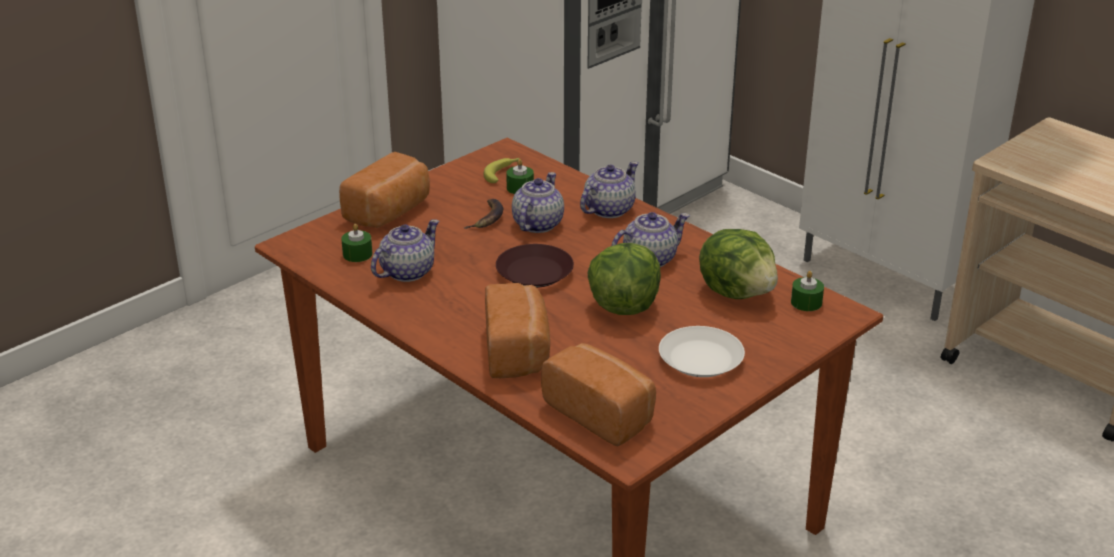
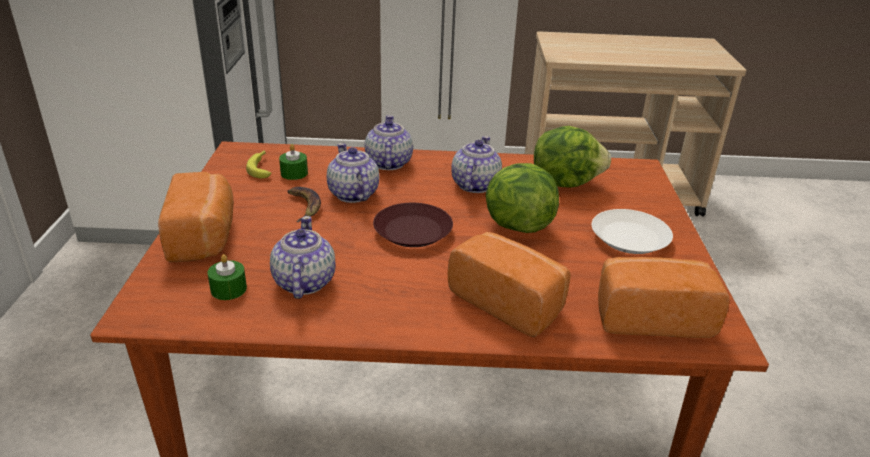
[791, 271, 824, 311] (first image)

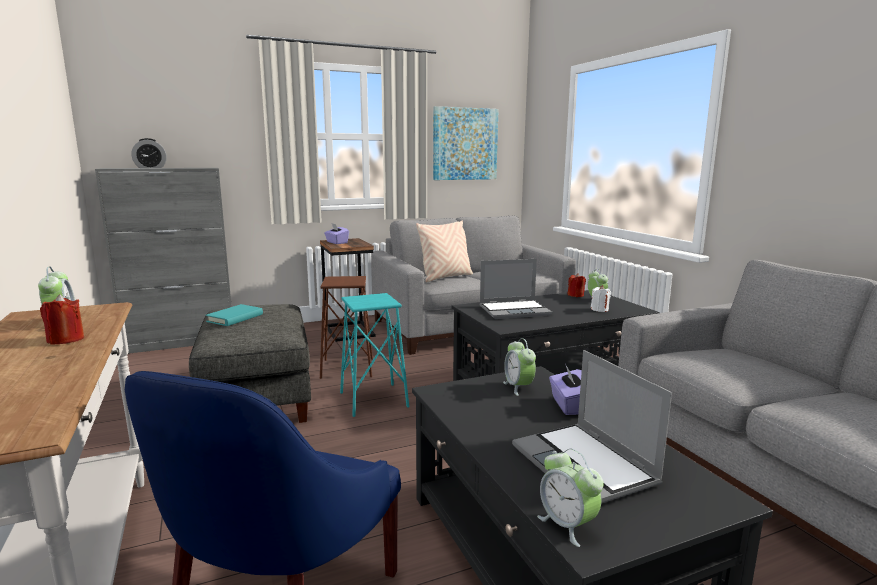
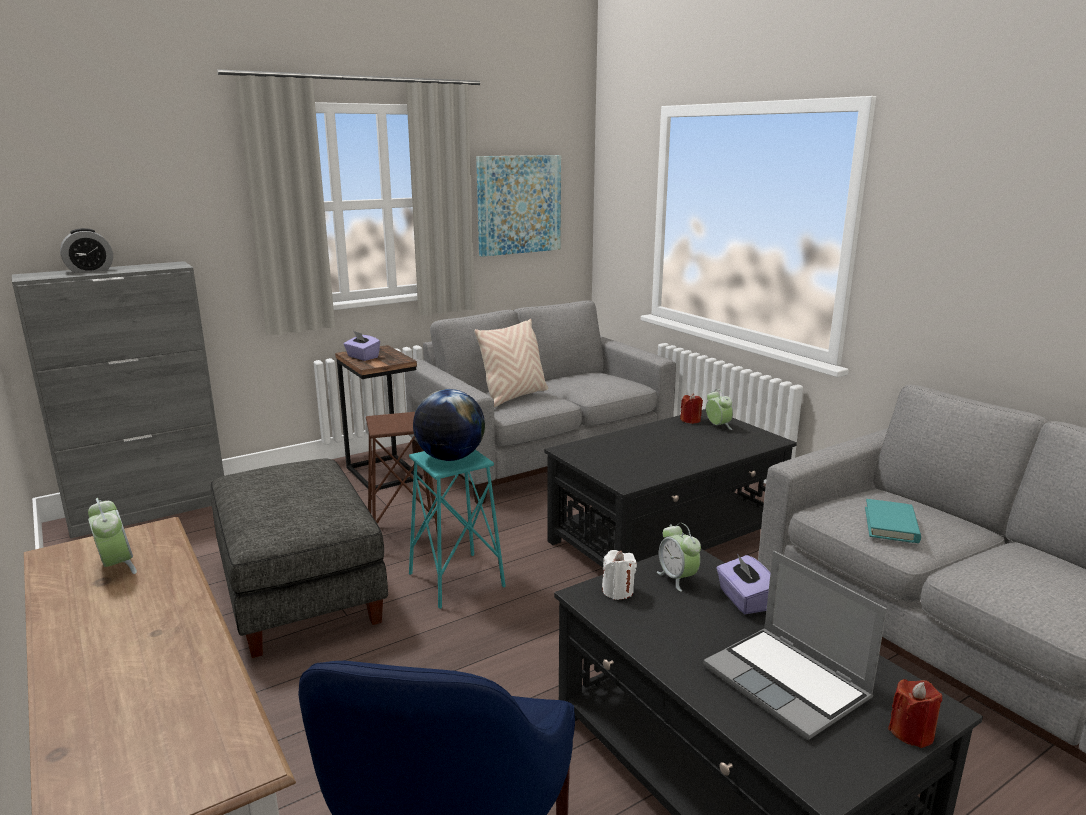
[480, 259, 552, 319] (first image)
[602, 550, 637, 600]
[888, 679, 942, 748]
[865, 499, 921, 543]
[537, 448, 604, 547] (first image)
[413, 389, 485, 461]

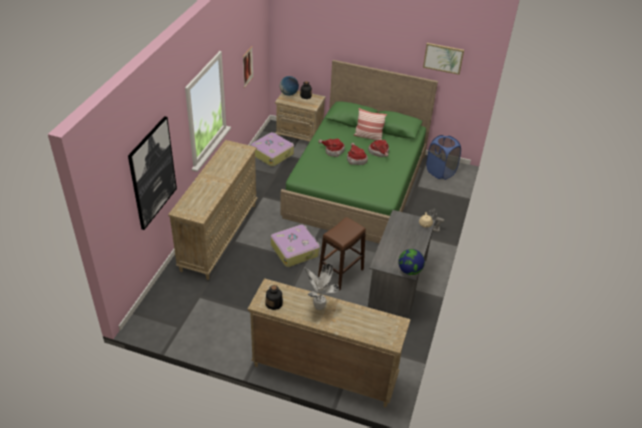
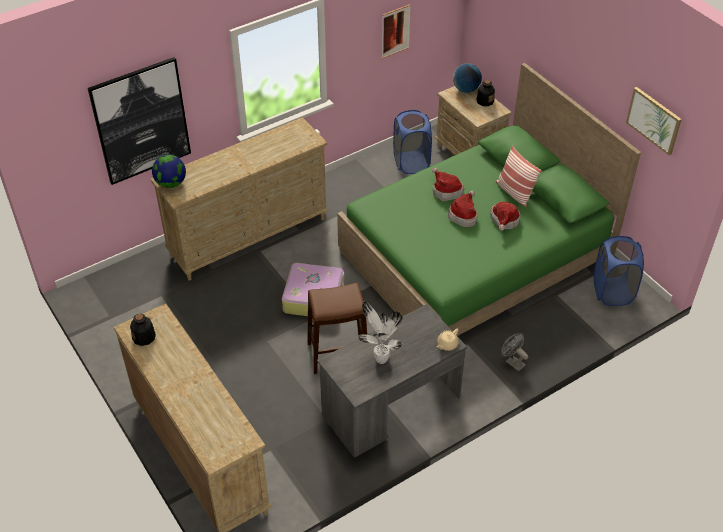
[393, 110, 432, 174]
[152, 155, 186, 188]
[358, 301, 402, 364]

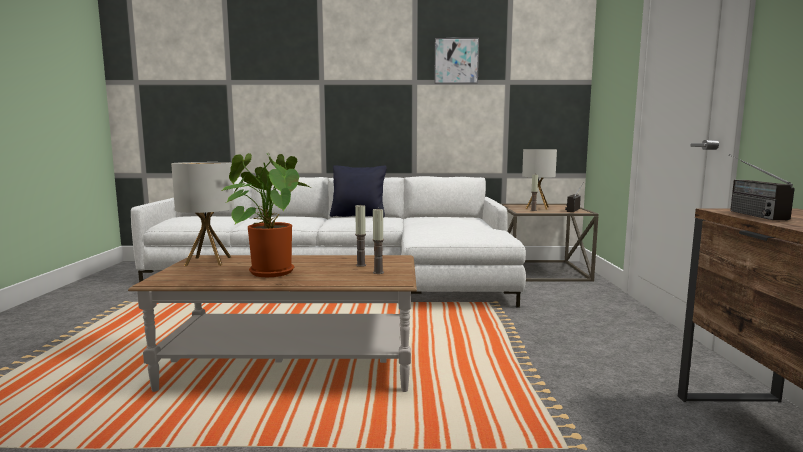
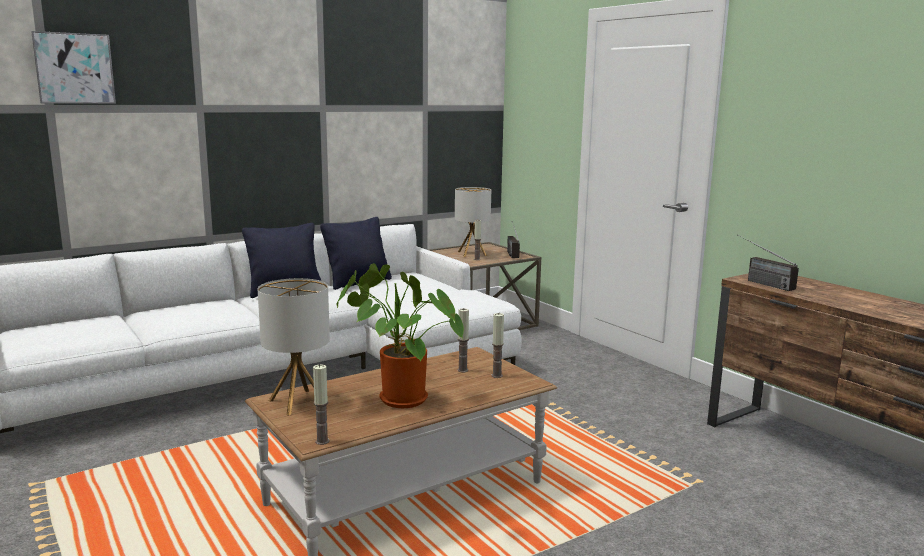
[31, 31, 116, 104]
[320, 217, 392, 290]
[313, 364, 329, 445]

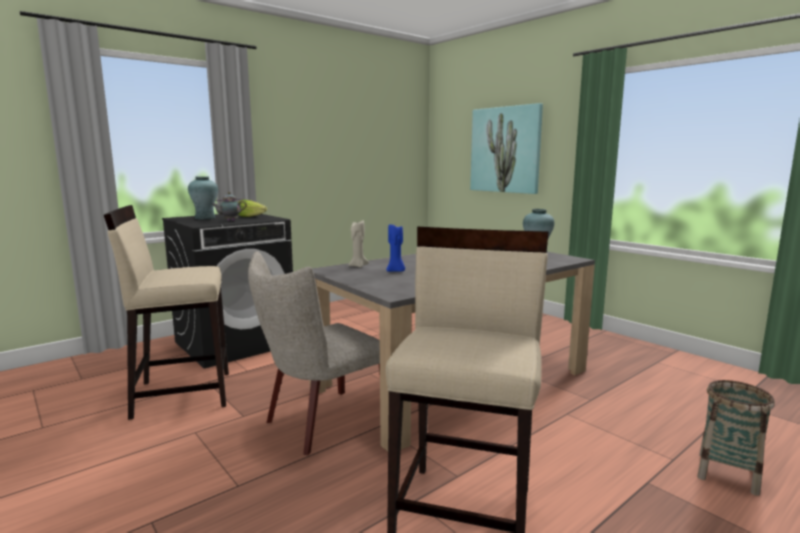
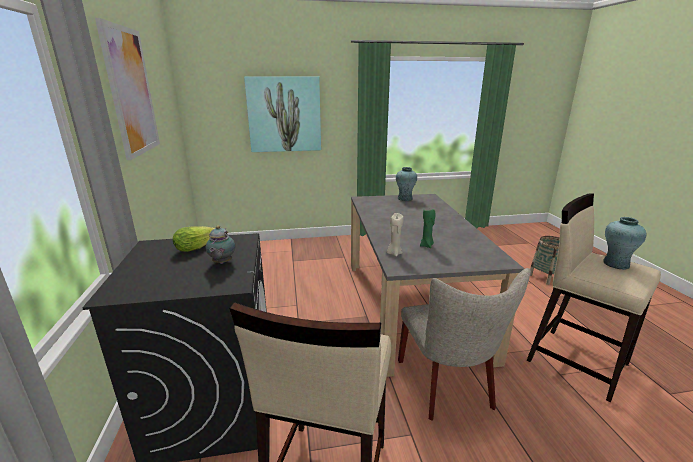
[603, 217, 646, 270]
[420, 209, 435, 248]
[95, 18, 160, 160]

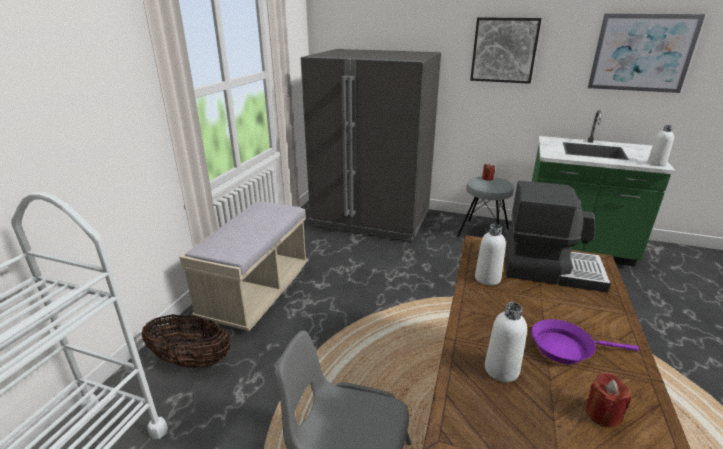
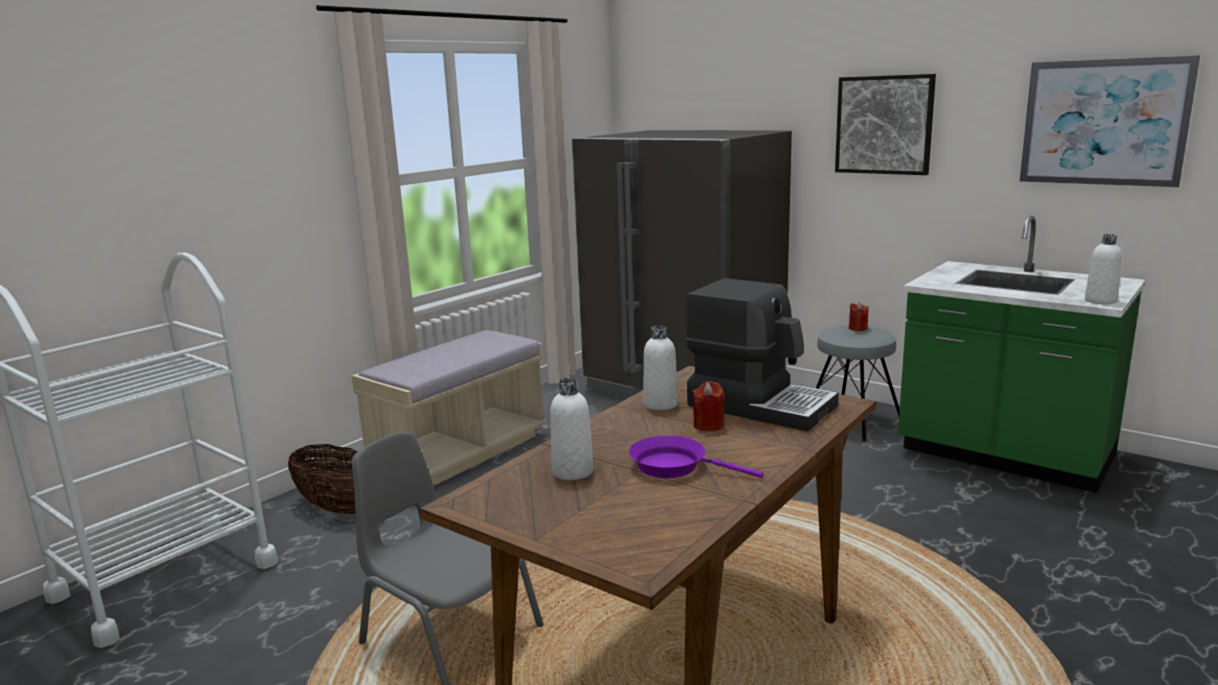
[692, 381, 725, 431]

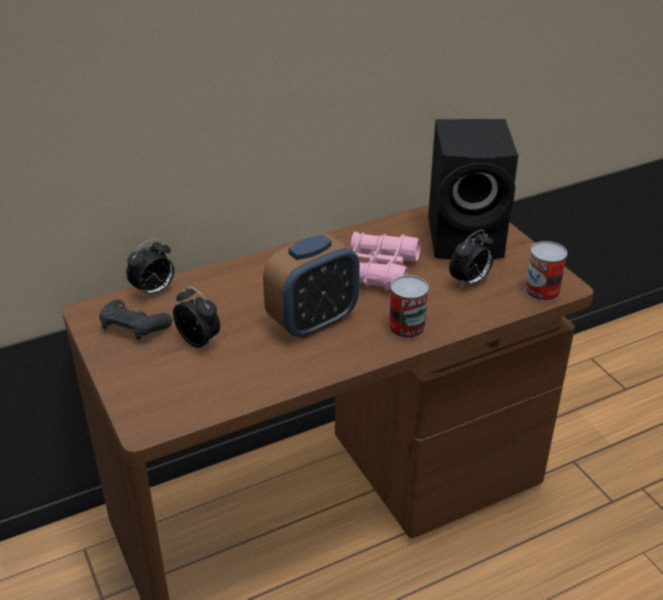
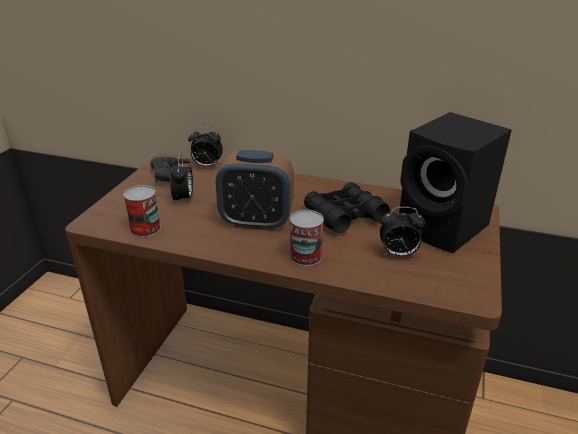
[304, 182, 390, 233]
[123, 185, 161, 237]

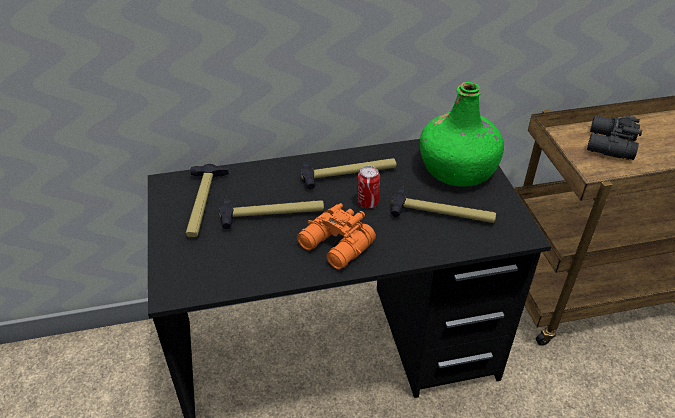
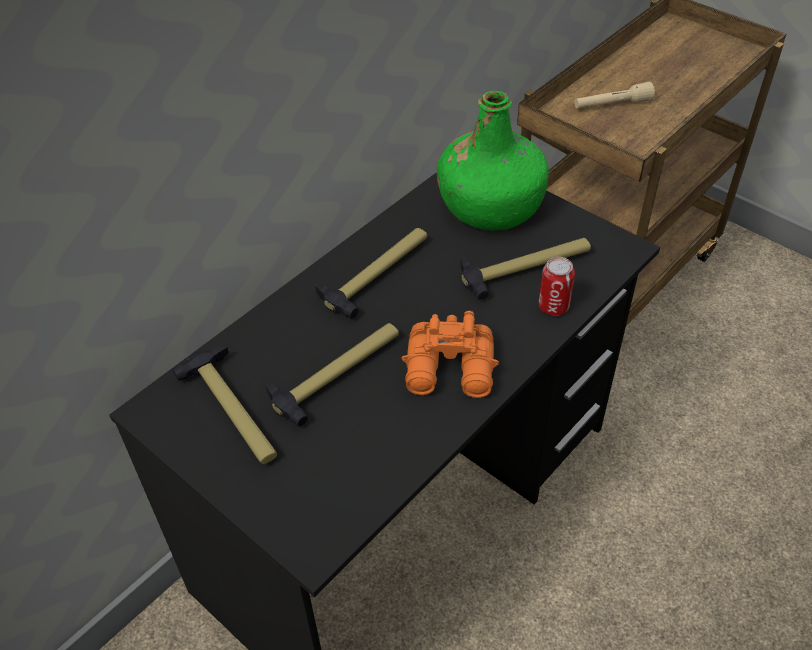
[574, 82, 655, 109]
[538, 257, 575, 316]

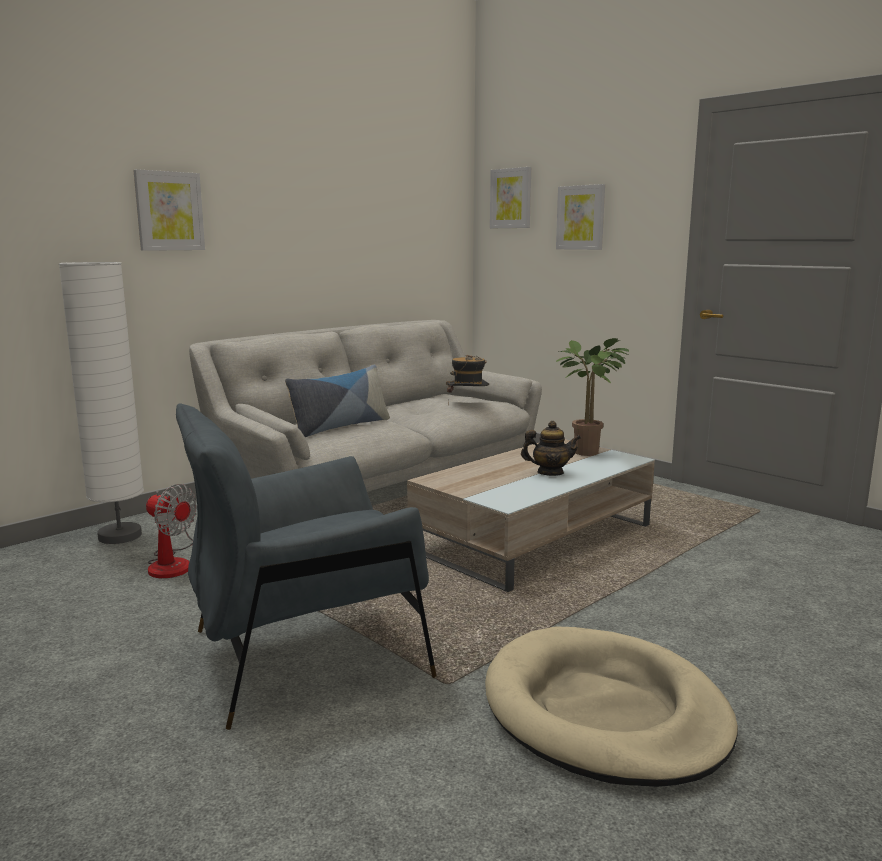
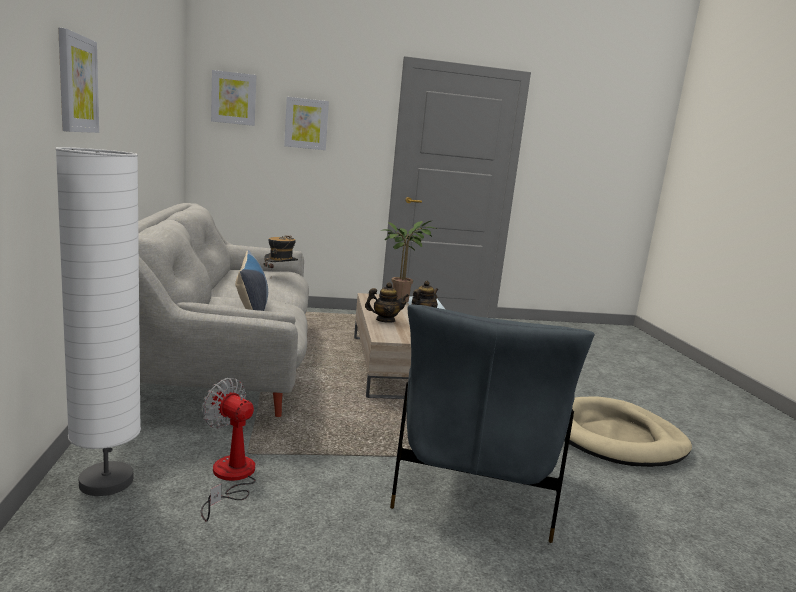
[201, 378, 256, 522]
[365, 282, 409, 323]

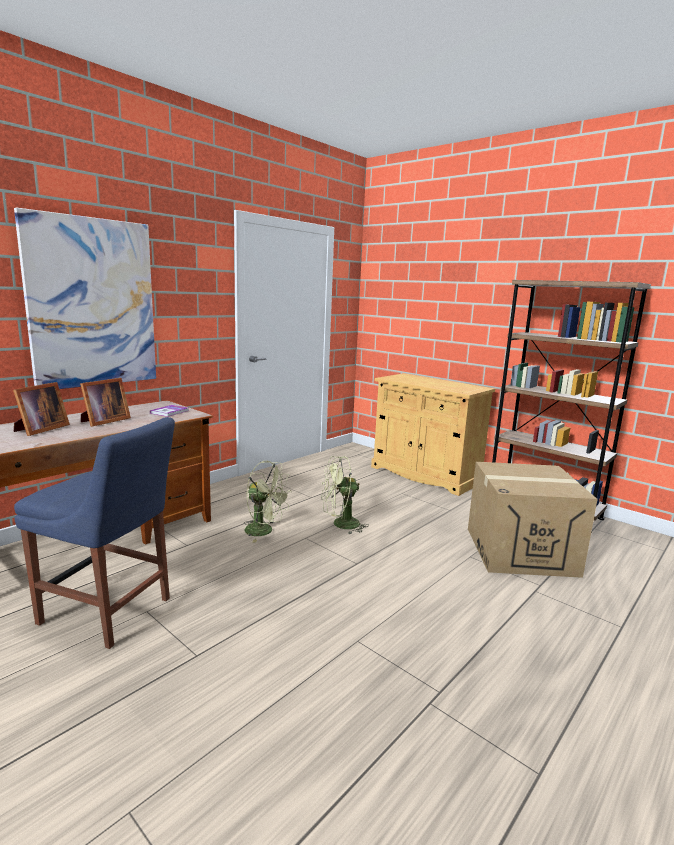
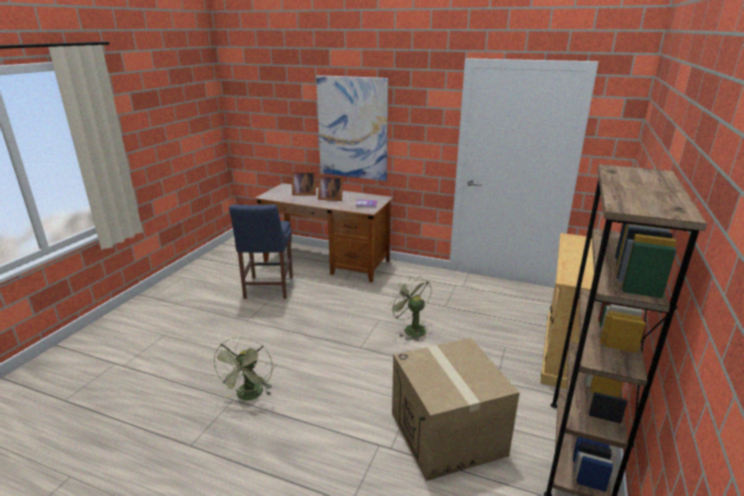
[211, 337, 273, 400]

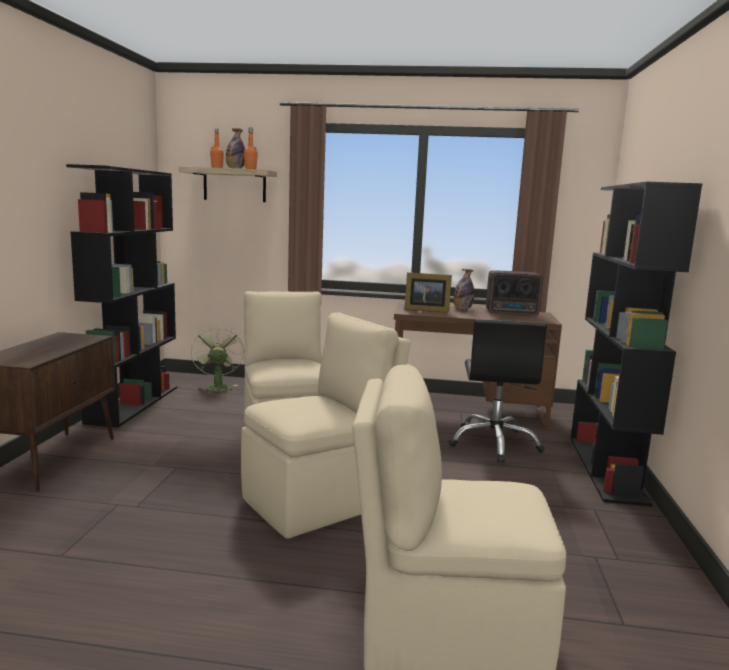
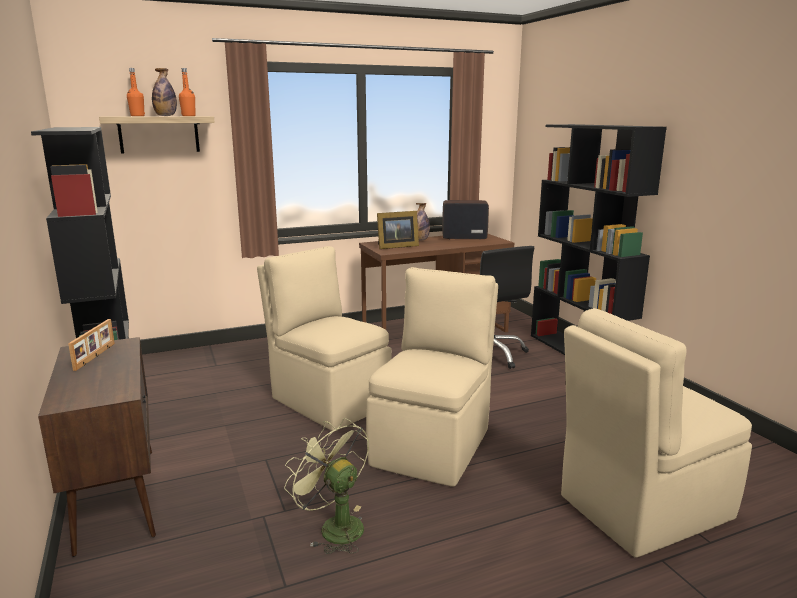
[442, 200, 489, 240]
[284, 418, 369, 554]
[68, 319, 115, 371]

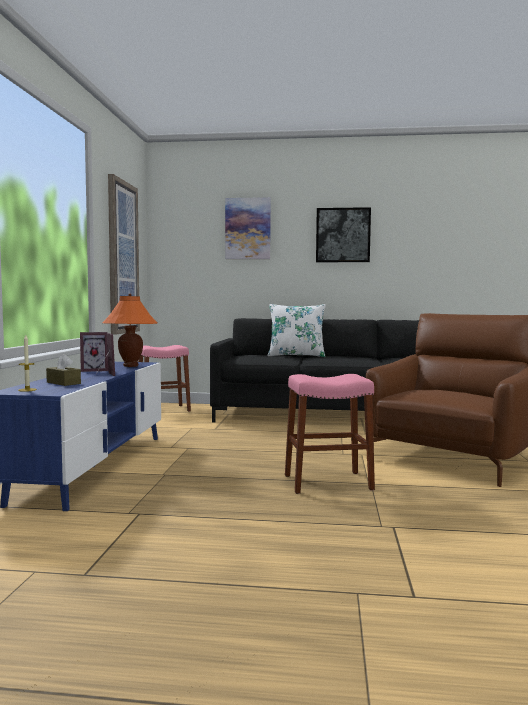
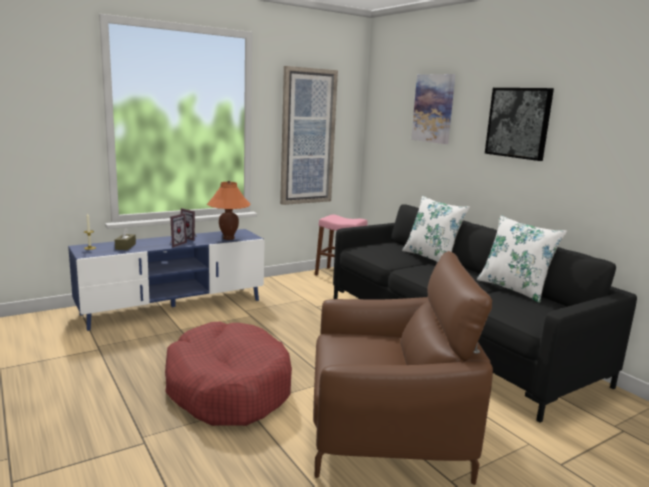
[165, 322, 292, 426]
[477, 215, 567, 303]

